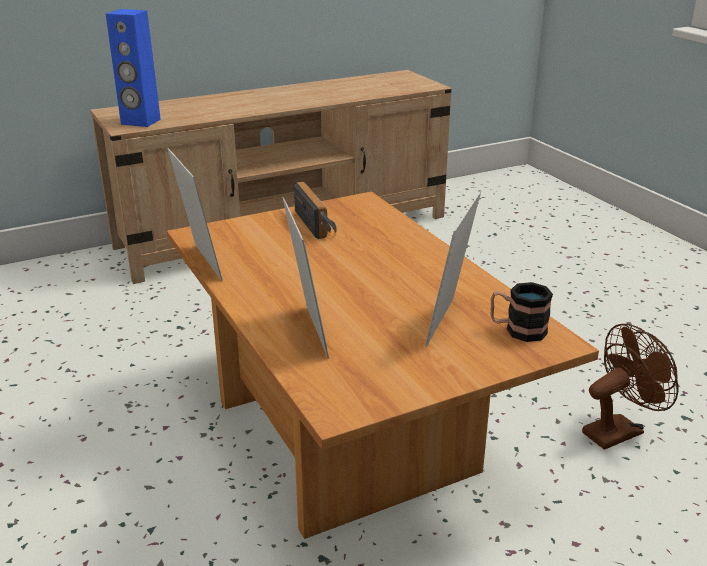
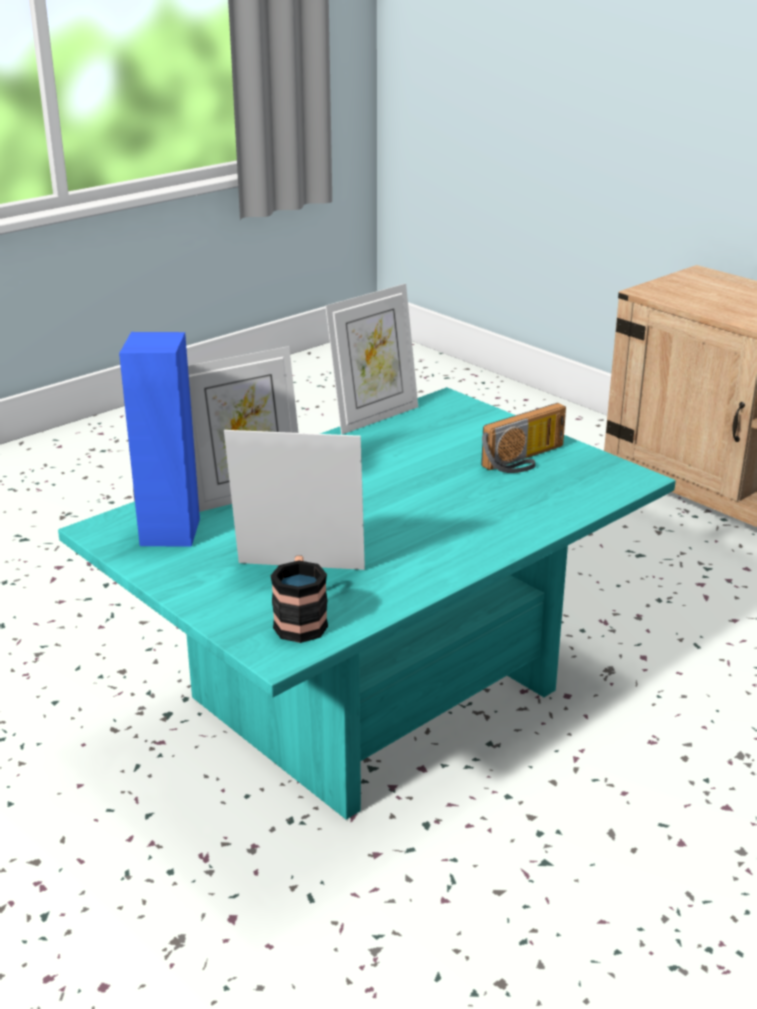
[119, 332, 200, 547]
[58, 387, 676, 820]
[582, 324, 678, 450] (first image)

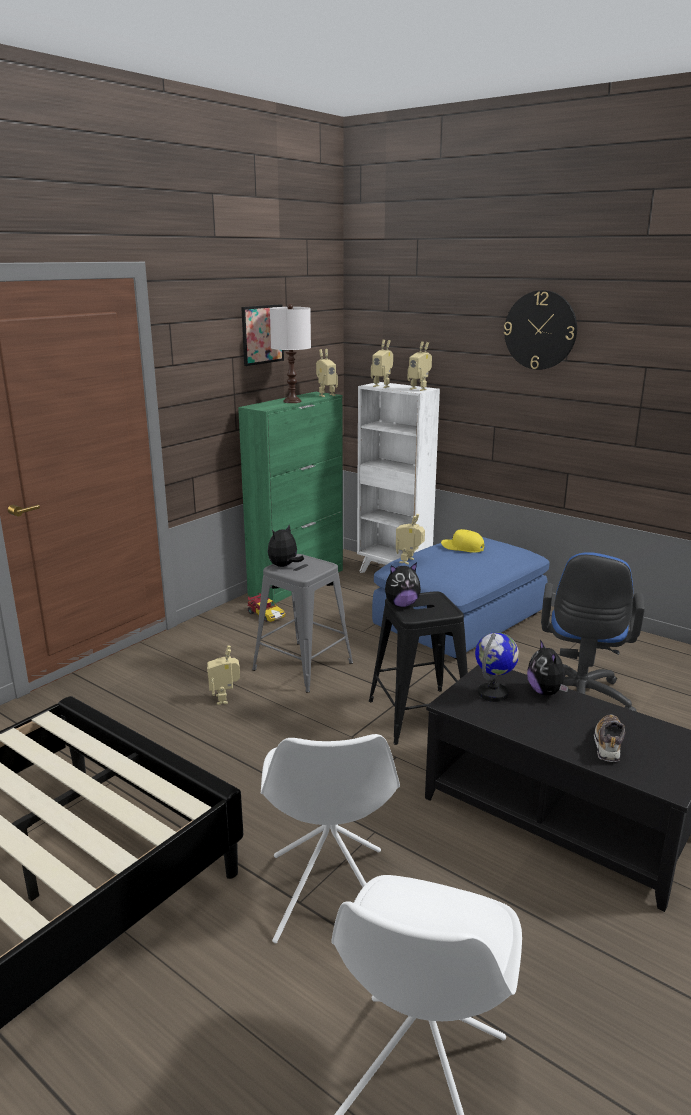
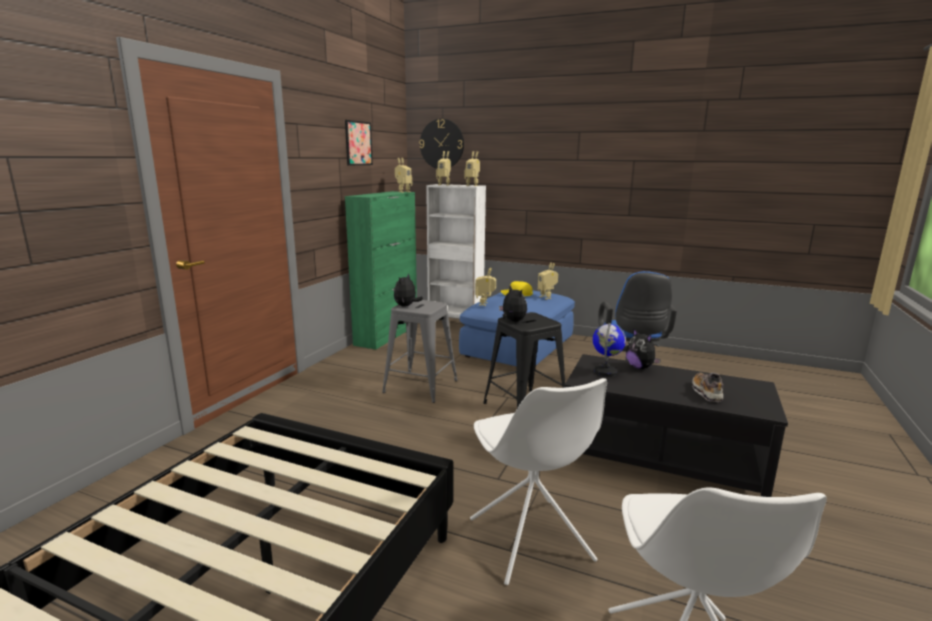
[419, 119, 464, 169]
[270, 304, 311, 403] (first image)
[499, 285, 527, 322]
[248, 593, 286, 622] (first image)
[538, 262, 558, 299]

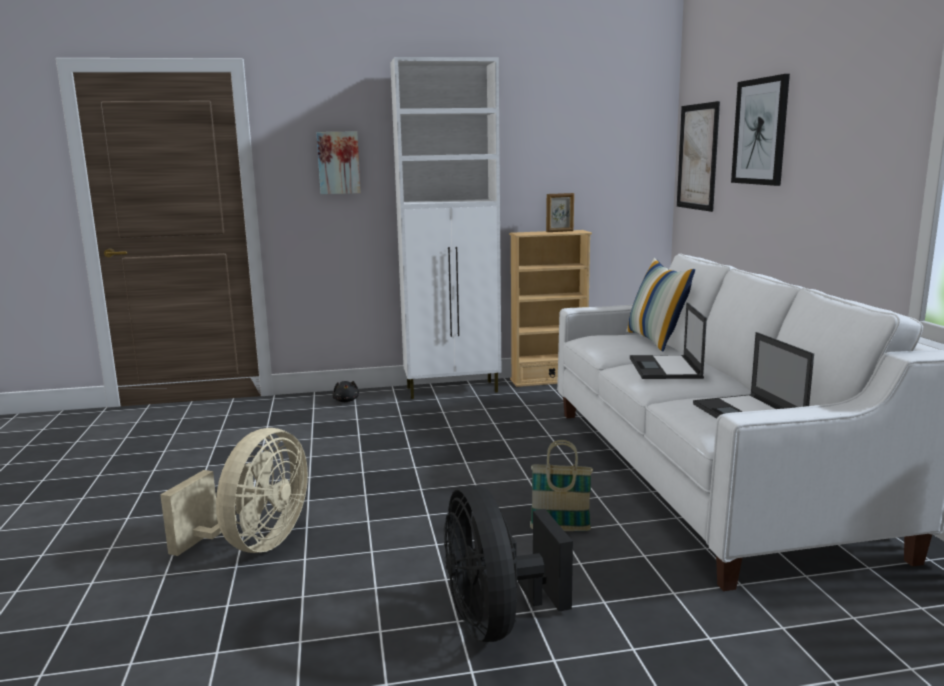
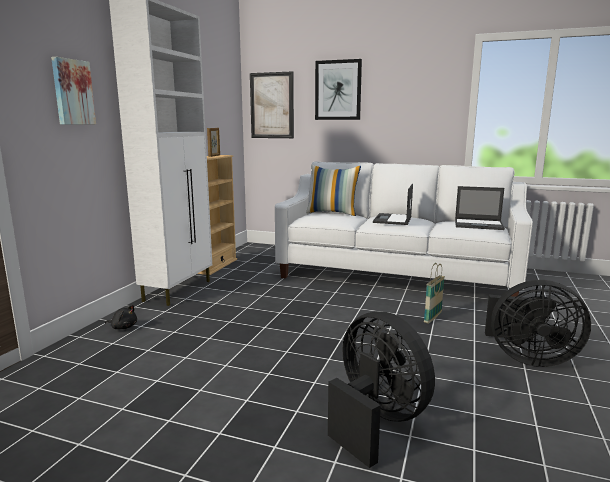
[373, 184, 413, 225]
[328, 311, 435, 468]

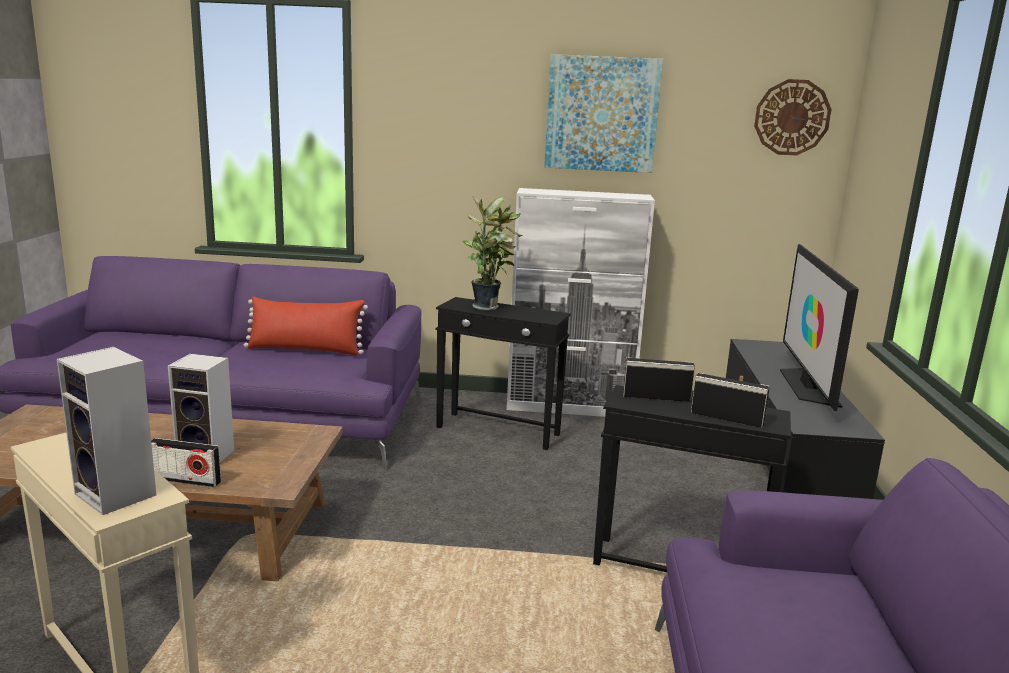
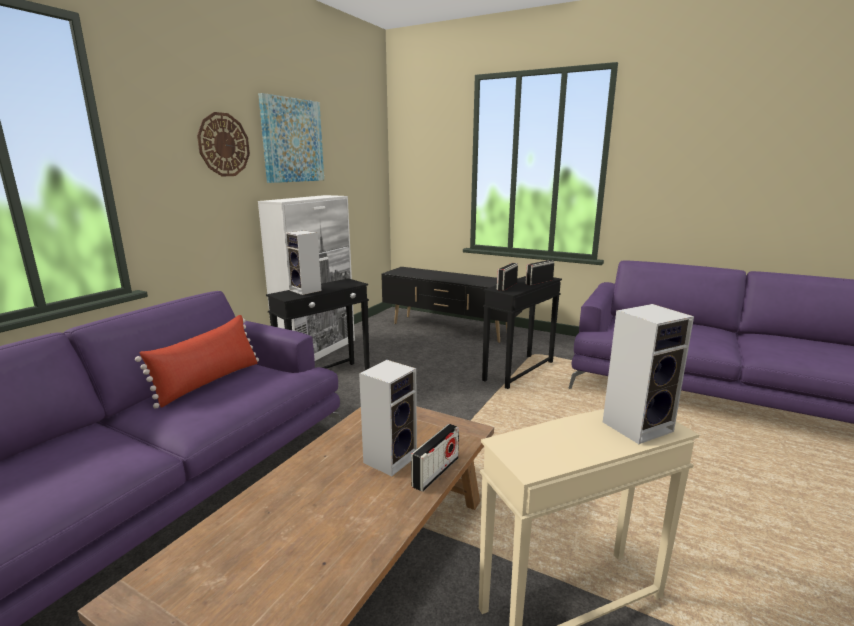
[197, 112, 250, 176]
[285, 230, 321, 295]
[780, 244, 859, 411] (first image)

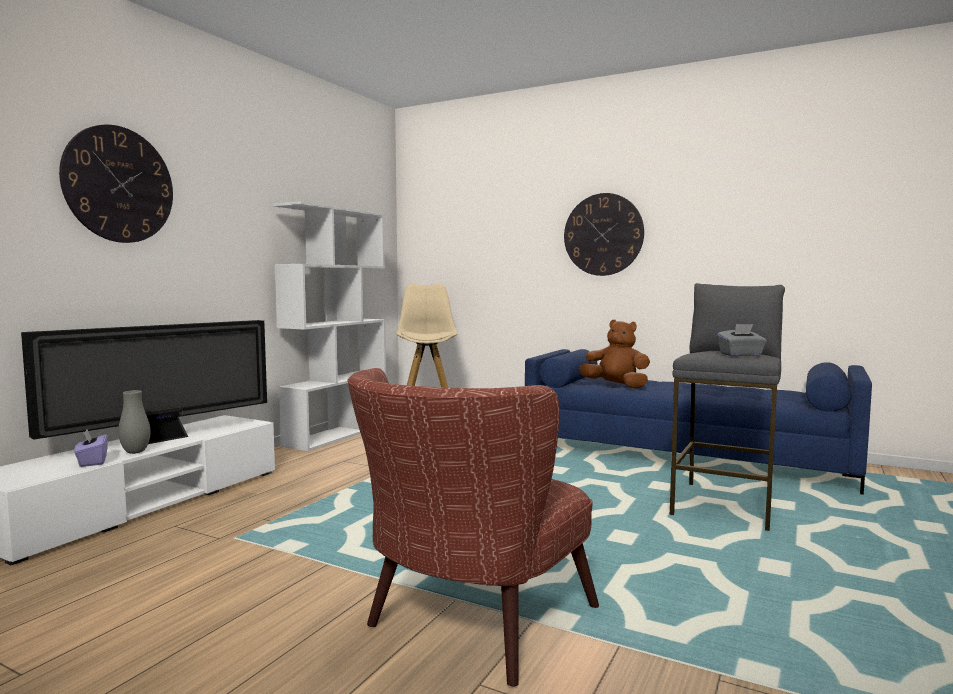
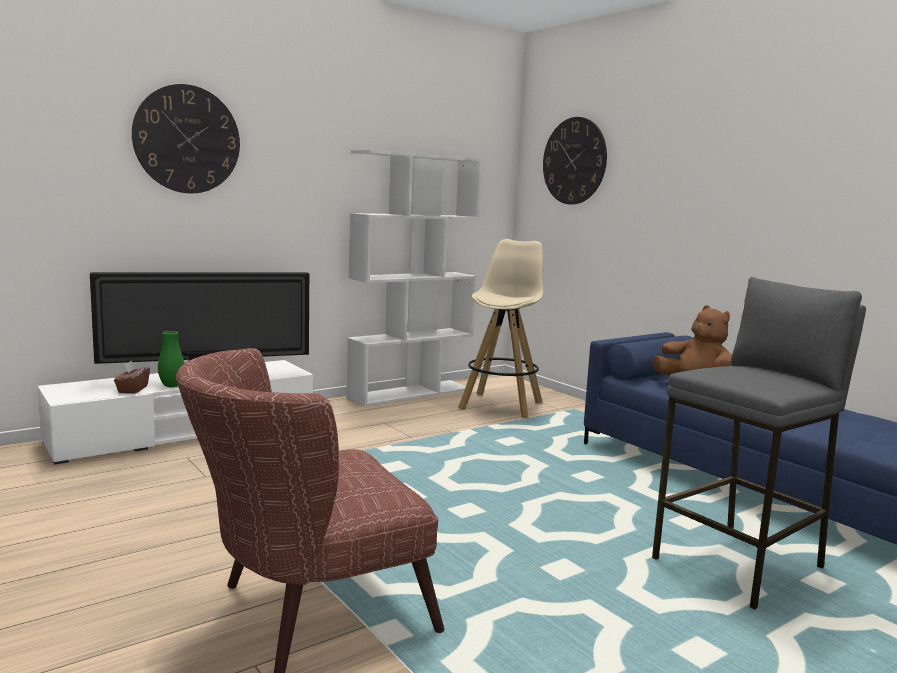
[543, 117, 607, 205]
[717, 324, 767, 356] (first image)
[158, 331, 185, 387]
[114, 360, 150, 393]

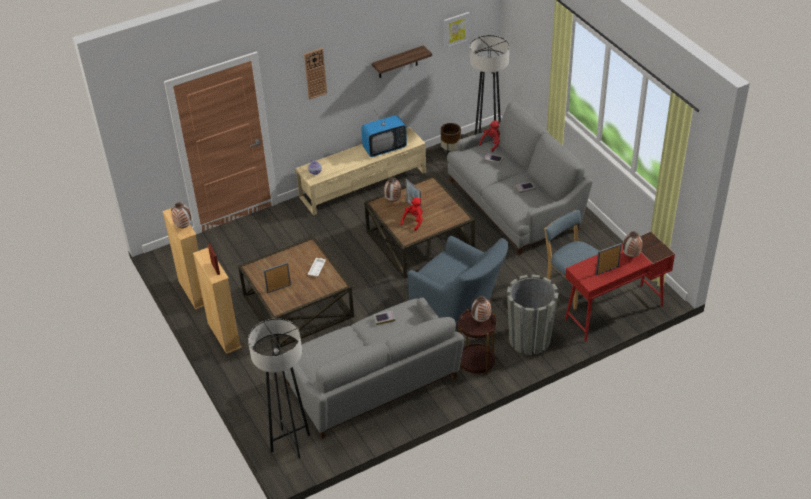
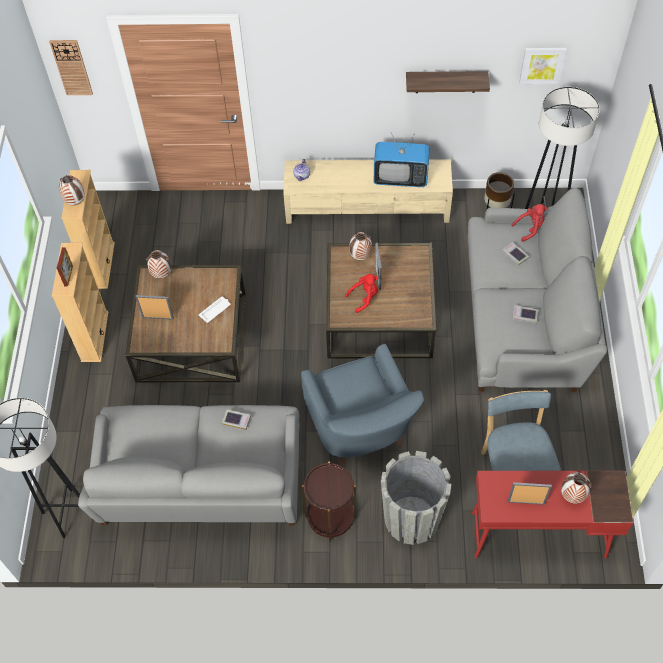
[49, 40, 93, 95]
[146, 250, 171, 279]

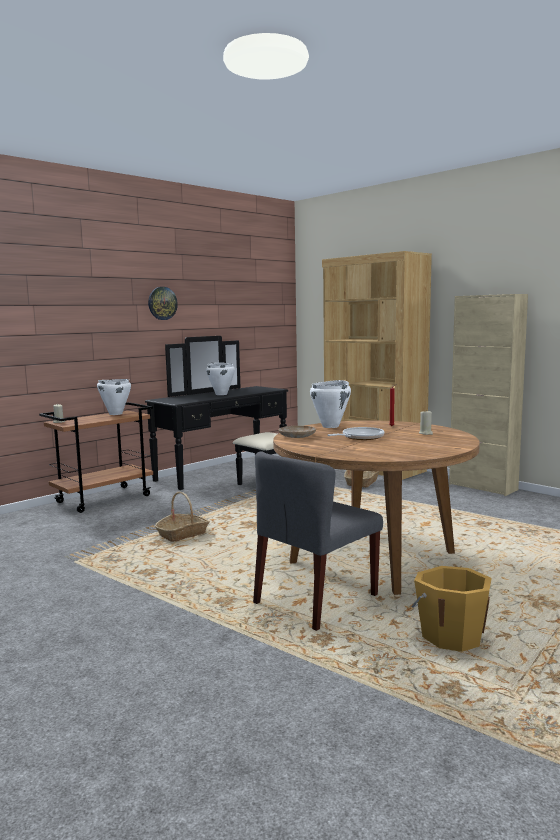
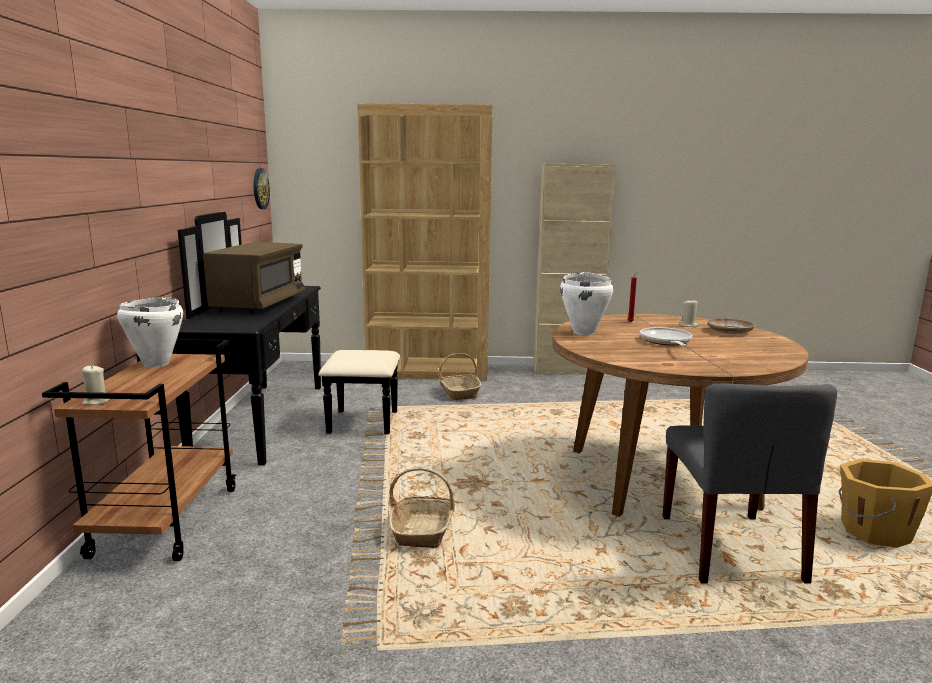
[254, 168, 270, 209]
[203, 242, 305, 313]
[707, 318, 755, 334]

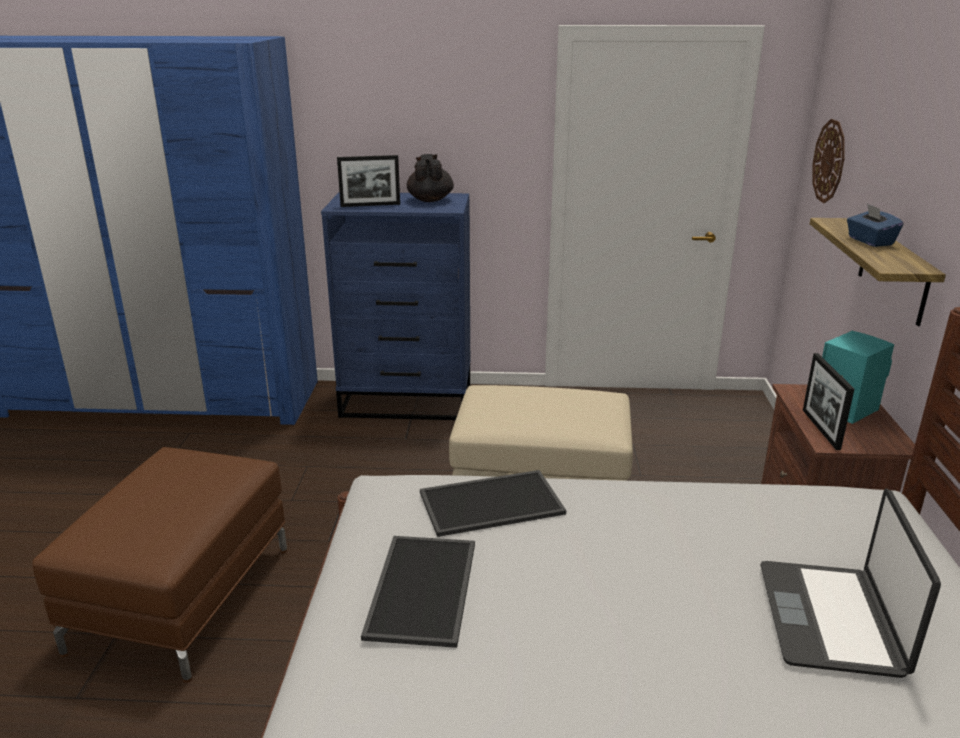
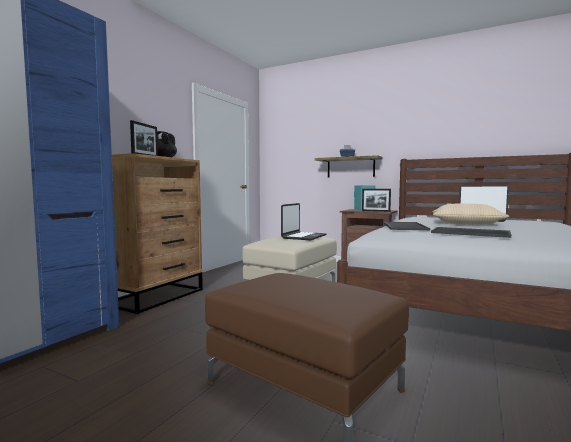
[812, 119, 845, 203] (first image)
[112, 153, 203, 314]
[281, 203, 326, 241]
[433, 204, 509, 225]

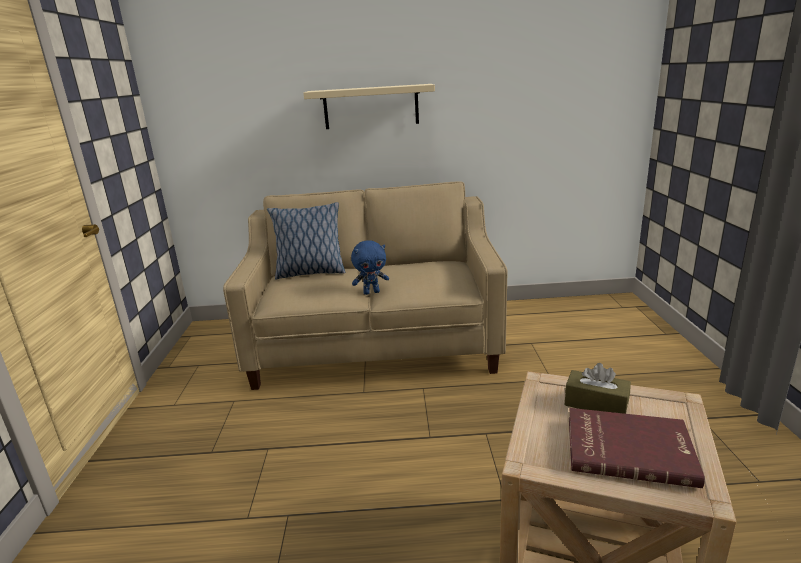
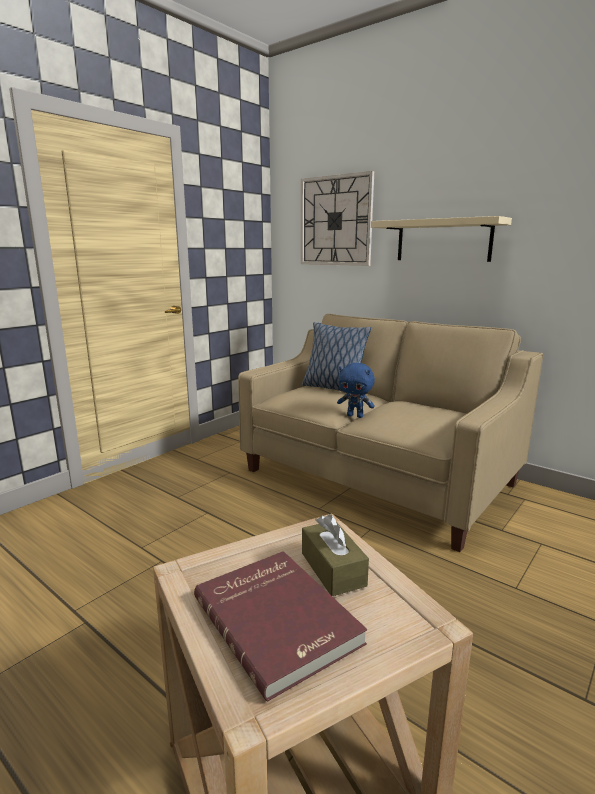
[301, 171, 374, 266]

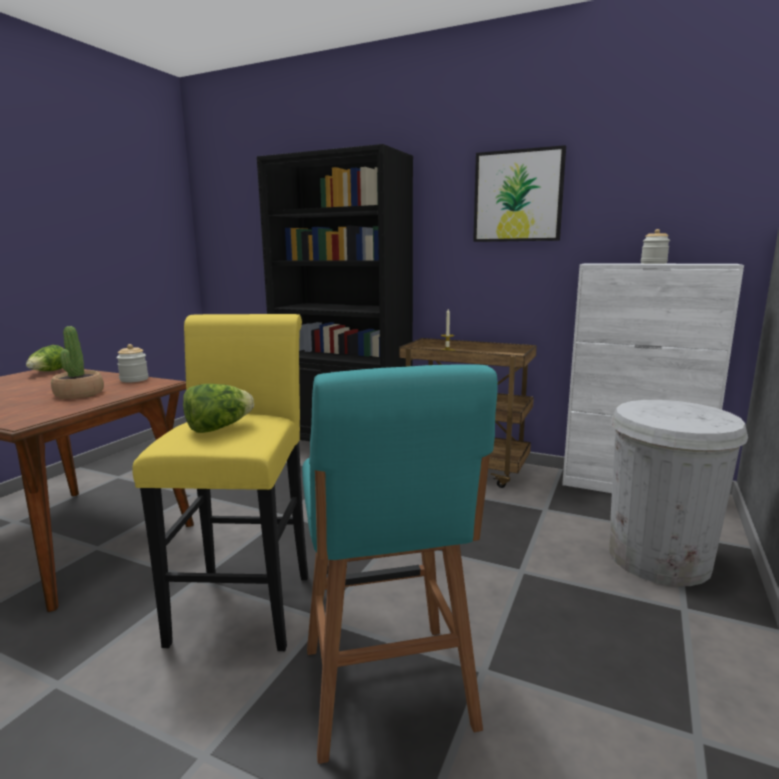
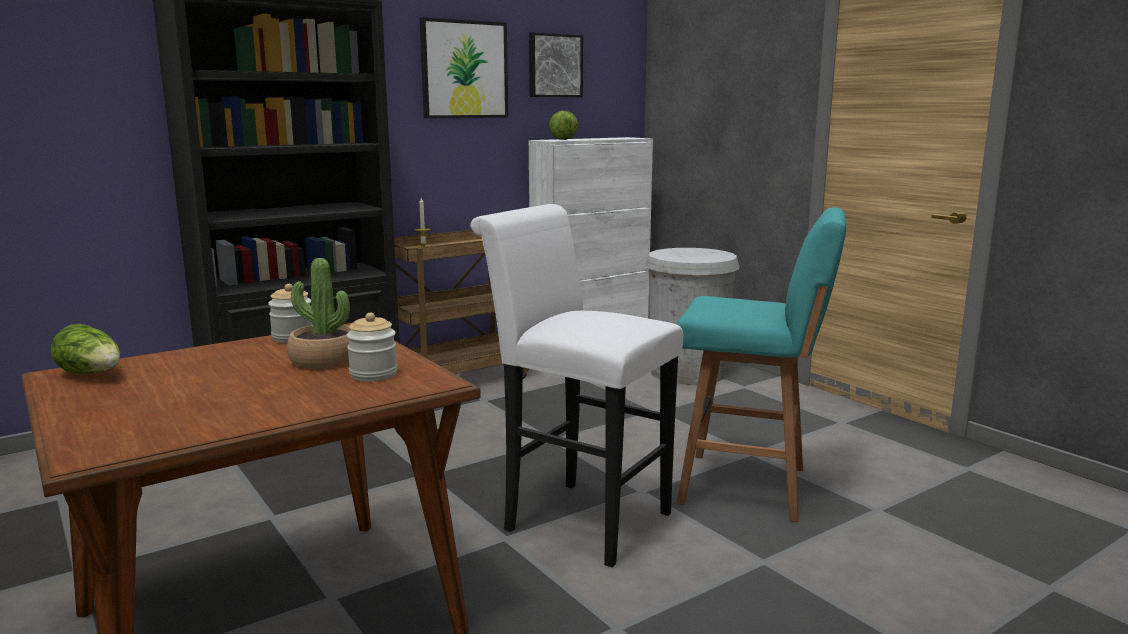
[346, 313, 397, 382]
[470, 204, 683, 567]
[549, 111, 578, 140]
[529, 32, 583, 97]

